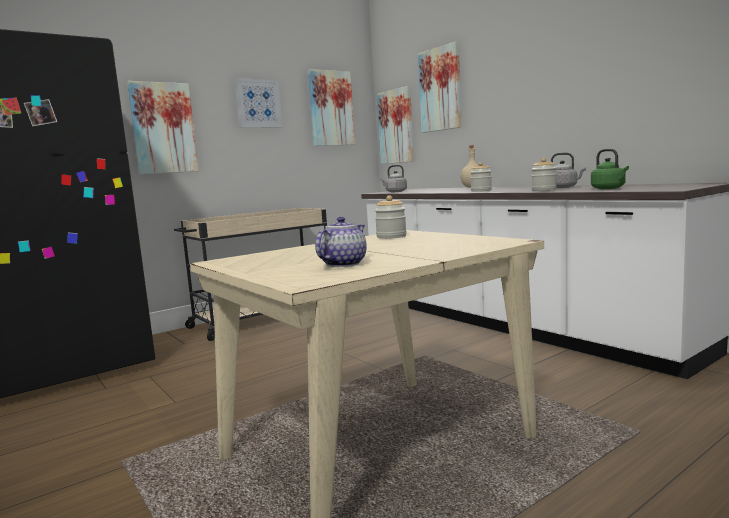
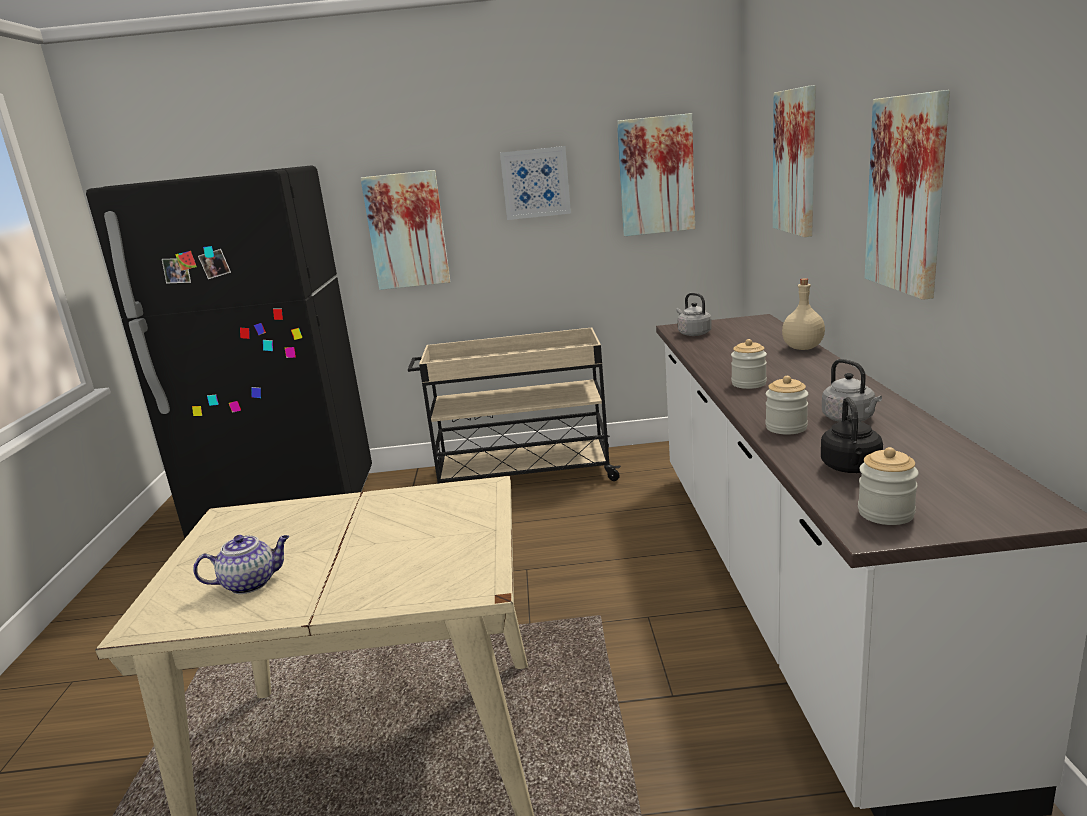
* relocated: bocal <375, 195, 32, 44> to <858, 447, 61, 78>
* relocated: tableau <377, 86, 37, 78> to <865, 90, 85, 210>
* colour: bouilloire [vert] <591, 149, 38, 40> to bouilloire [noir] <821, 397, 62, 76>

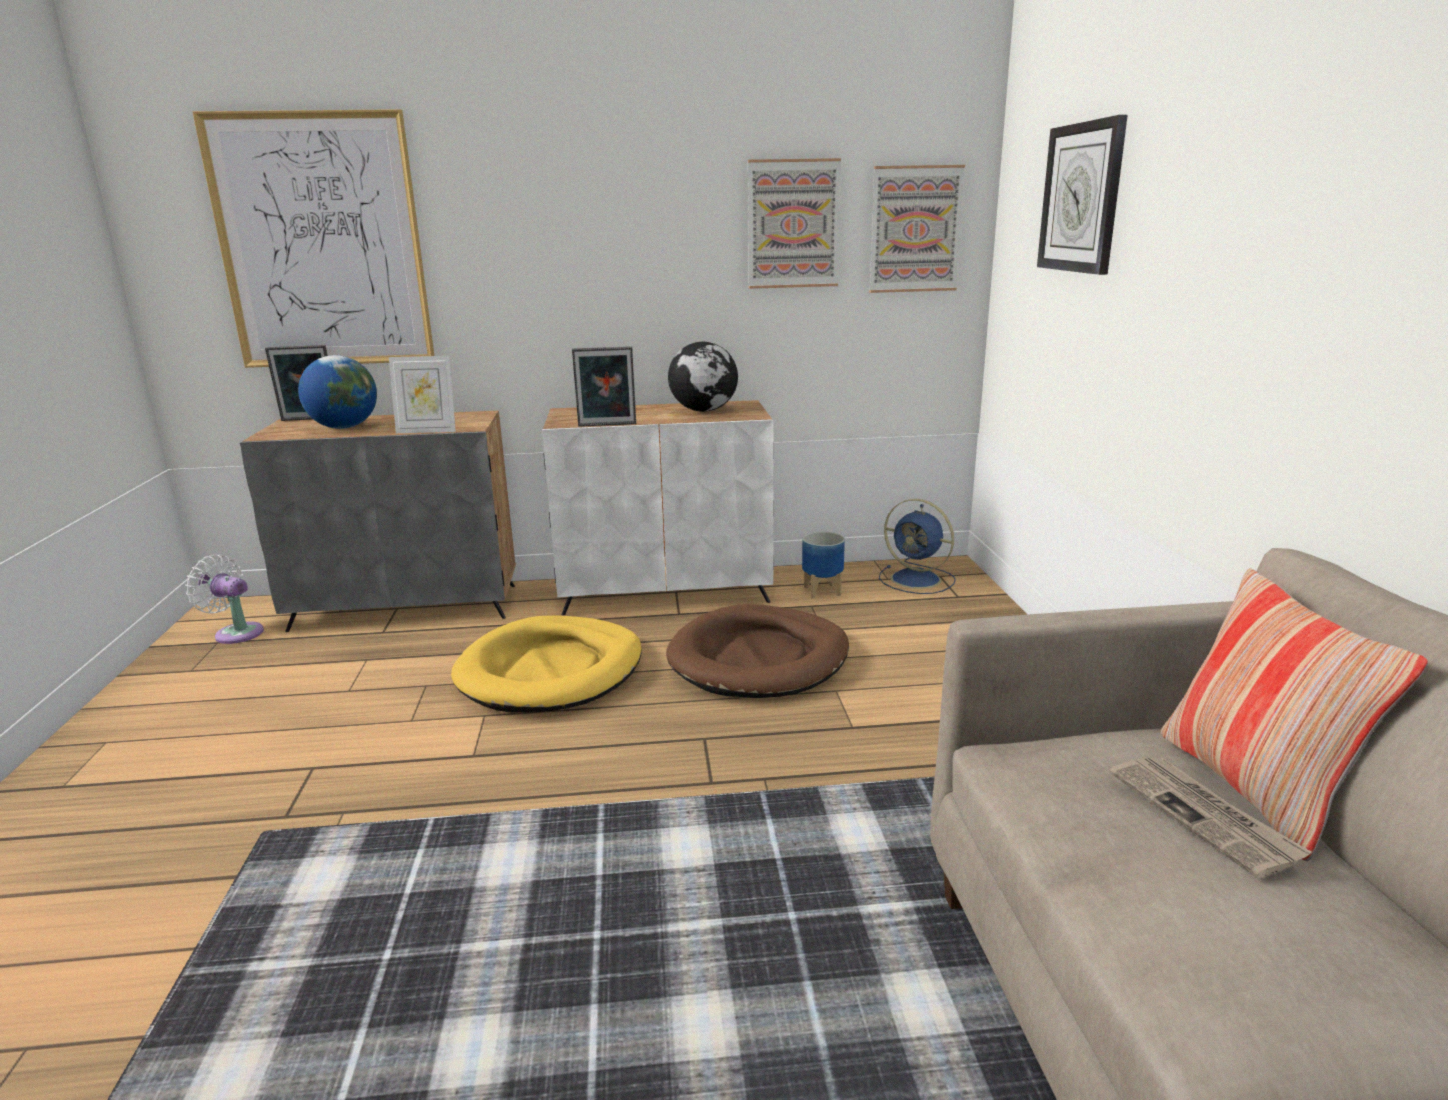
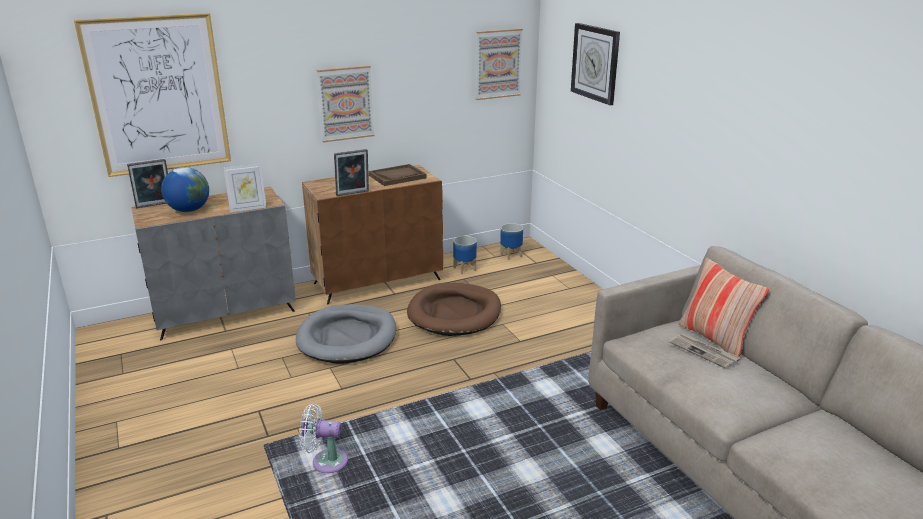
* relocated: ventilateur [blanc] <185, 555, 79, 89> to <299, 404, 49, 69>
* colour: panier pour chien [jaune] <451, 615, 191, 97> to panier pour chien [gris] <296, 304, 100, 60>
* colour: meuble de rangement [blanc] <542, 400, 232, 215> to meuble de rangement [marron] <302, 165, 141, 139>
* exchanged: globe <668, 342, 70, 70> to plateau [marron] <369, 164, 58, 22>
* relocated: tableau <748, 158, 93, 131> to <317, 65, 57, 77>
* exchanged: ventilateur [bleu] <879, 499, 77, 95> to cache-pot <500, 223, 23, 37>

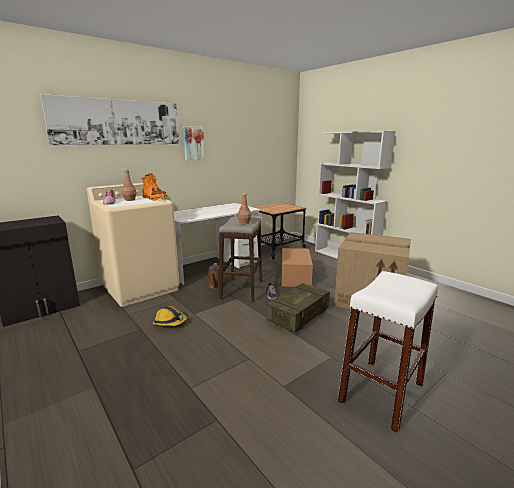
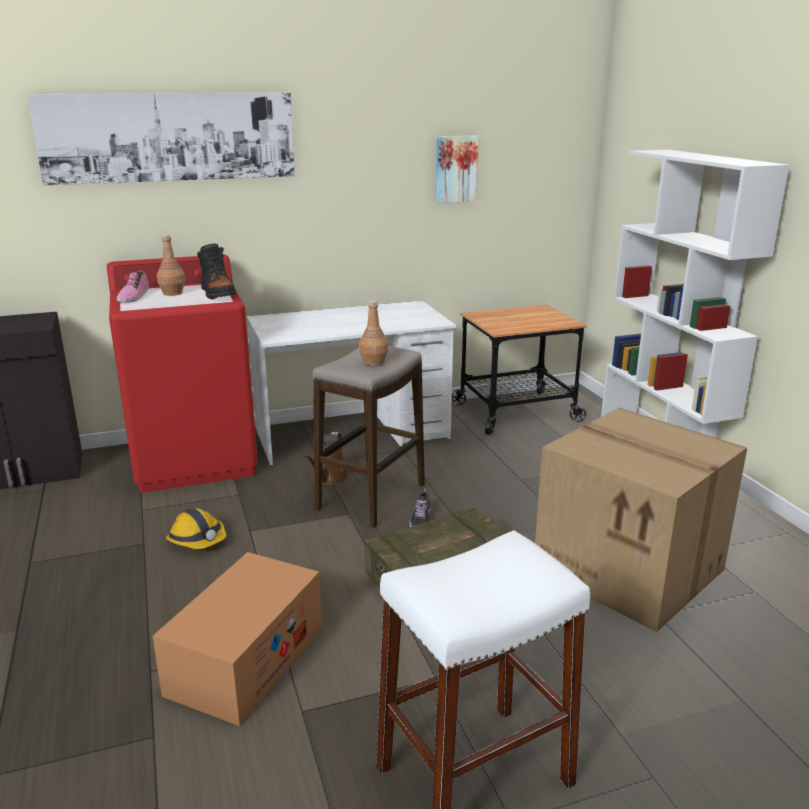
* colour: lave-linge [beige] <87, 183, 93, 124> to lave-linge [rouge] <107, 255, 151, 238>
* colour: botte [orange] <141, 173, 27, 28> to botte [noir] <197, 244, 40, 55>
* relocated: tableau <183, 126, 22, 34> to <436, 135, 43, 68>
* relocated: carton <282, 248, 31, 39> to <153, 552, 169, 174>

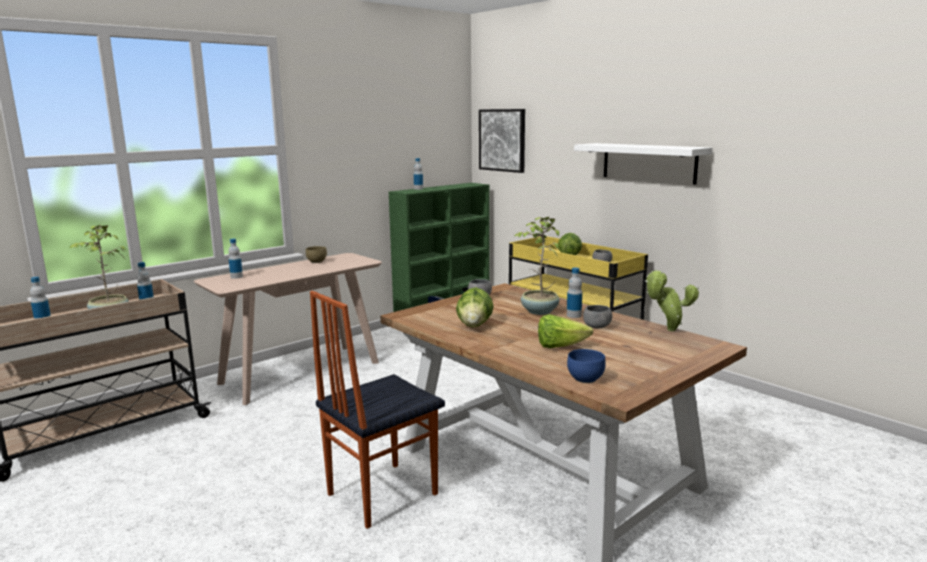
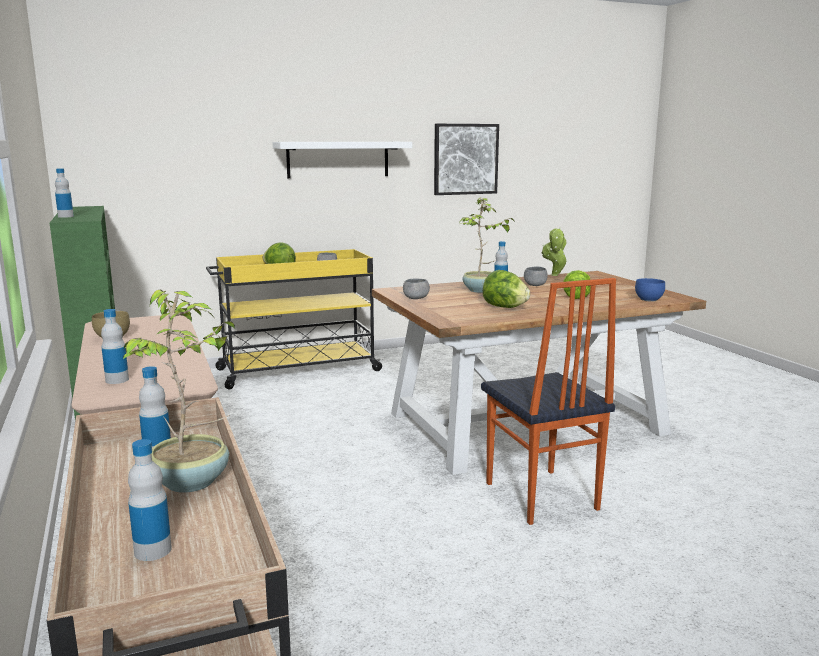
* relocated: tableau <479, 109, 46, 64> to <434, 124, 65, 71>

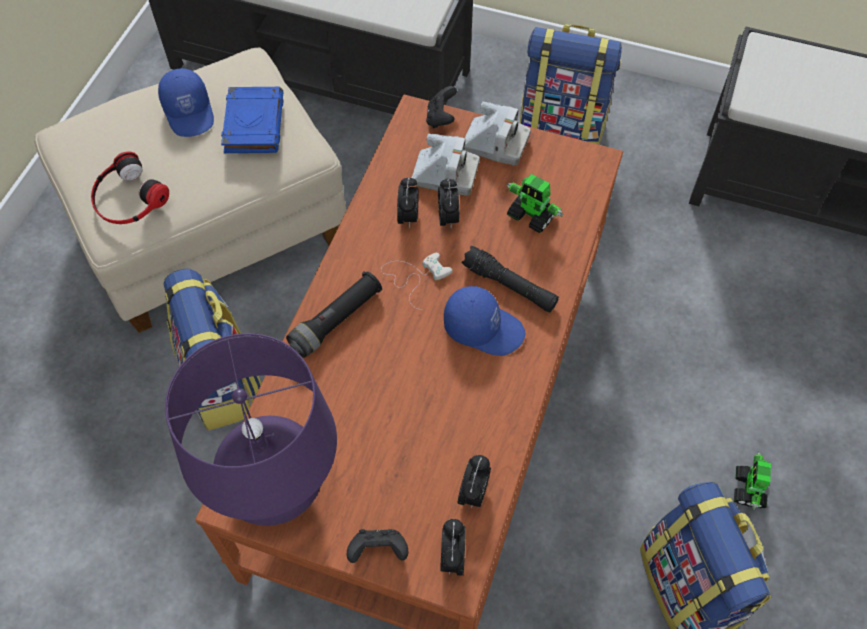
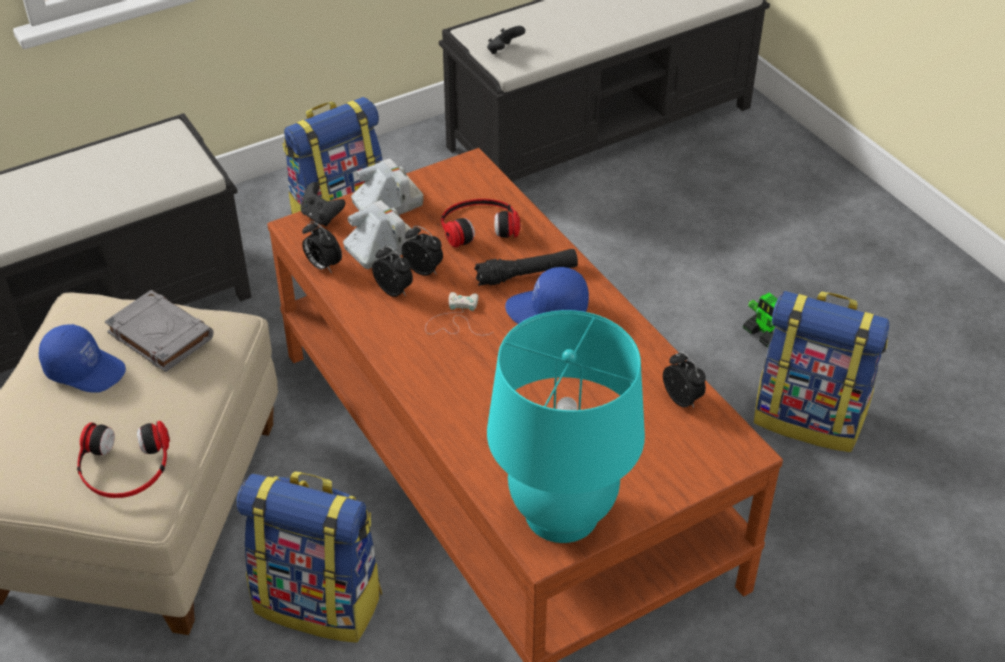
* colour: lampe de table [violet] <165, 333, 172, 193> to lampe de table [turquoise] <487, 310, 158, 233>
* colour: livre [bleu] <221, 87, 62, 66> to livre [gris] <105, 290, 109, 82>
* missing: lampe de poche [noir] <286, 271, 96, 87>
* relocated: manette [noir] <347, 529, 61, 34> to <487, 26, 38, 28>
* relocated: réveil <440, 519, 26, 57> to <302, 221, 40, 52>
* spun: casquette [bleu] <444, 286, 81, 70> = <505, 267, 84, 57> 150 degrees counterclockwise
* exchanged: robot jouet <507, 174, 56, 59> to casque audio <441, 199, 79, 49>

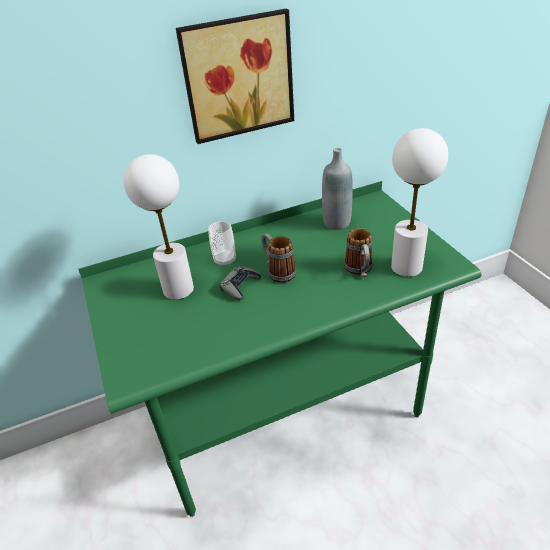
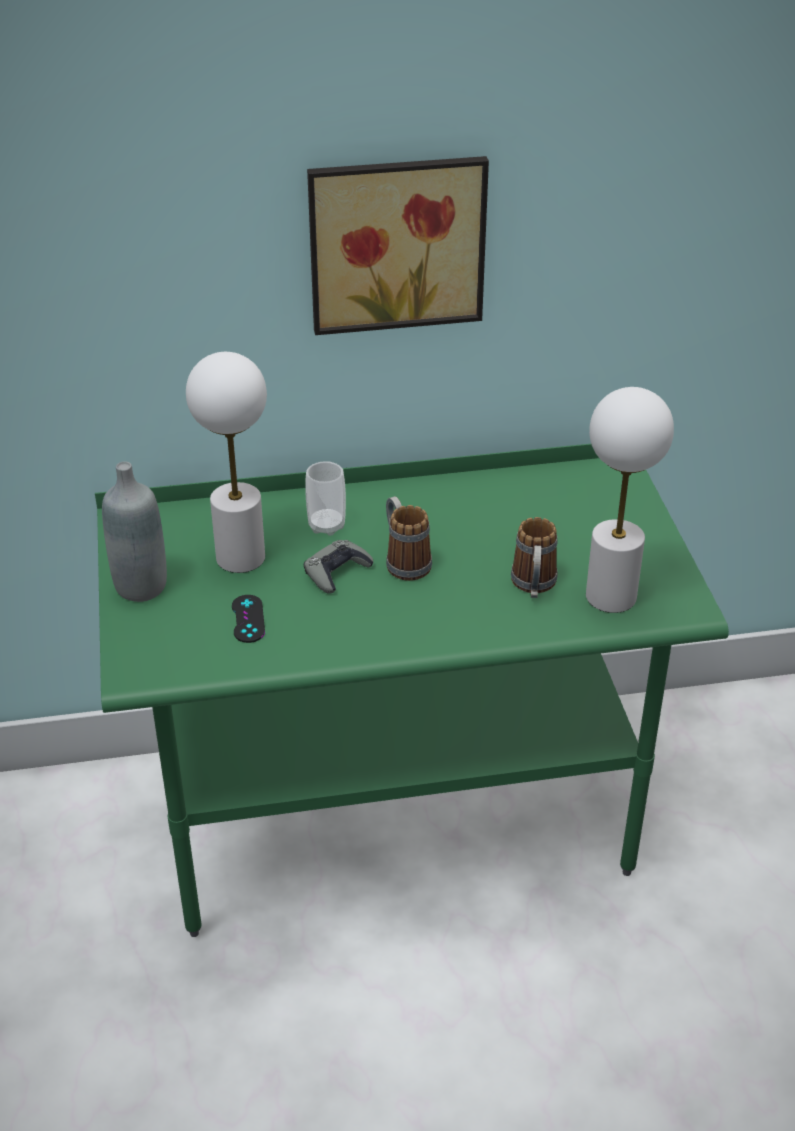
* relocated: bouteille [gris] <322, 148, 31, 82> to <102, 461, 65, 141>
* appeared: manette [noir] <232, 595, 33, 48>

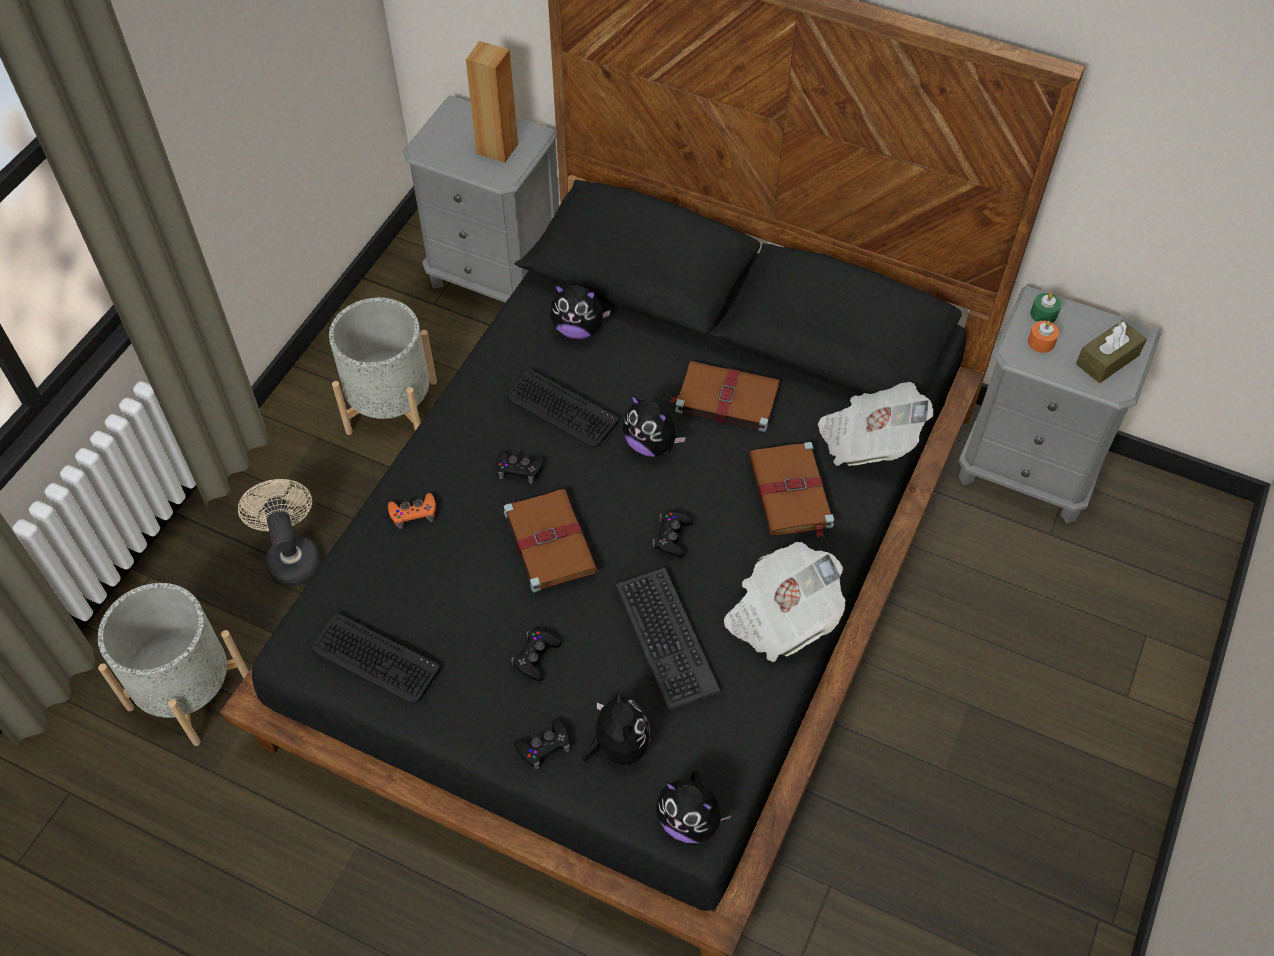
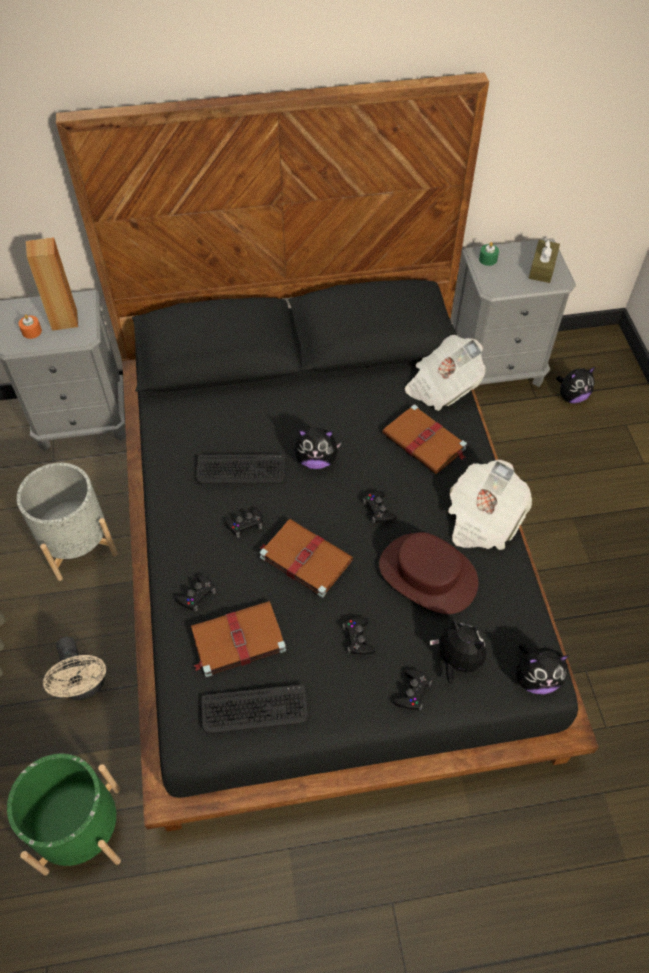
* colour: cache-pot [gris] <98, 583, 151, 163> to cache-pot [vert] <7, 754, 114, 121>
* spun: ventilateur [beige] <238, 479, 83, 108> = <43, 637, 63, 63> 150 degrees counterclockwise
* colour: manette [orange] <388, 493, 48, 36> to manette [noir] <175, 574, 41, 38>
* relocated: peluche <550, 284, 61, 55> to <556, 367, 39, 36>
* exchanged: clavier <616, 568, 105, 142> to chapeau [marron] <379, 532, 99, 82>
* relocated: livre [marron] <669, 361, 111, 71> to <191, 601, 95, 76>
* relocated: bougie [orange] <1028, 321, 31, 32> to <19, 314, 23, 25>

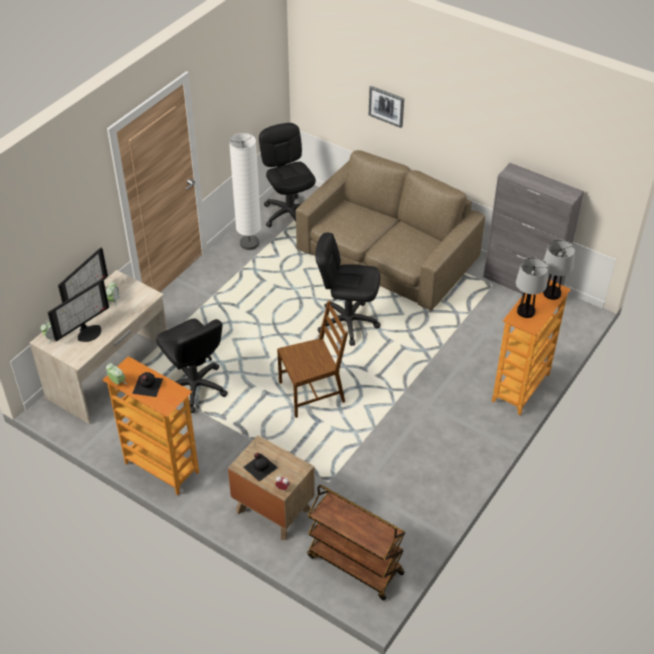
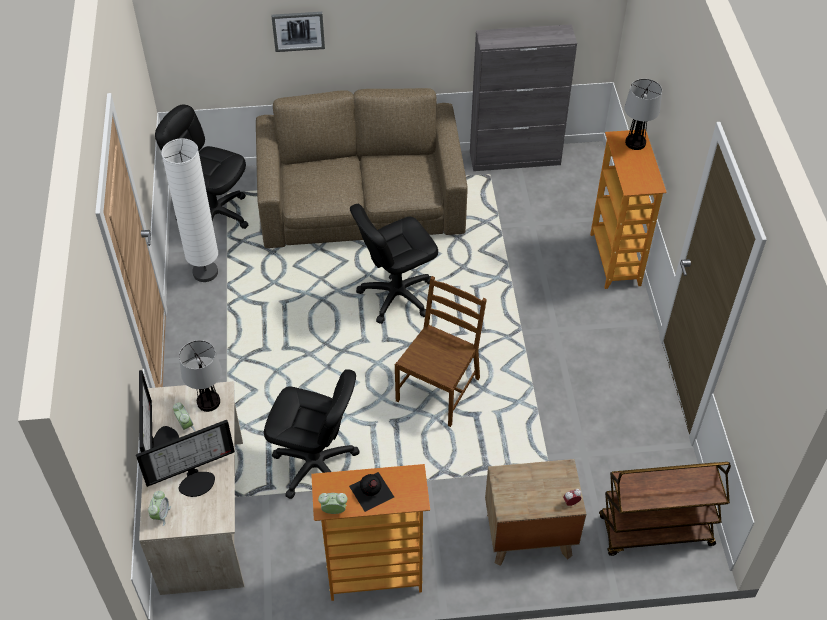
* spun: écran d'ordinateur <48, 279, 61, 63> = <136, 420, 99, 77> 60 degrees clockwise
* missing: bouteille [noir] <243, 453, 35, 29>
* relocated: lampe de table <516, 257, 32, 61> to <179, 340, 43, 72>

